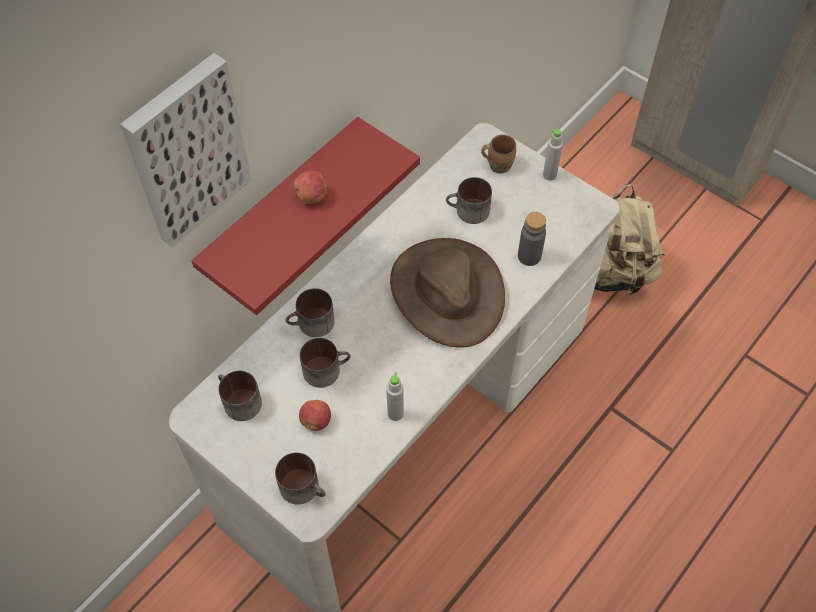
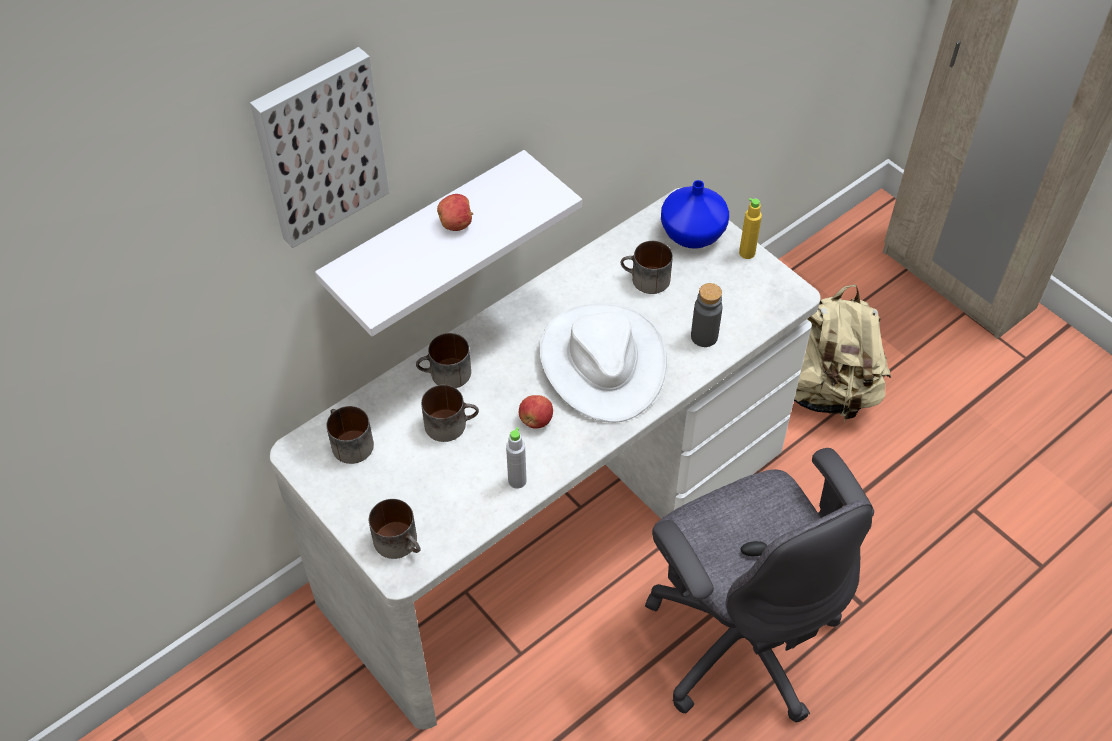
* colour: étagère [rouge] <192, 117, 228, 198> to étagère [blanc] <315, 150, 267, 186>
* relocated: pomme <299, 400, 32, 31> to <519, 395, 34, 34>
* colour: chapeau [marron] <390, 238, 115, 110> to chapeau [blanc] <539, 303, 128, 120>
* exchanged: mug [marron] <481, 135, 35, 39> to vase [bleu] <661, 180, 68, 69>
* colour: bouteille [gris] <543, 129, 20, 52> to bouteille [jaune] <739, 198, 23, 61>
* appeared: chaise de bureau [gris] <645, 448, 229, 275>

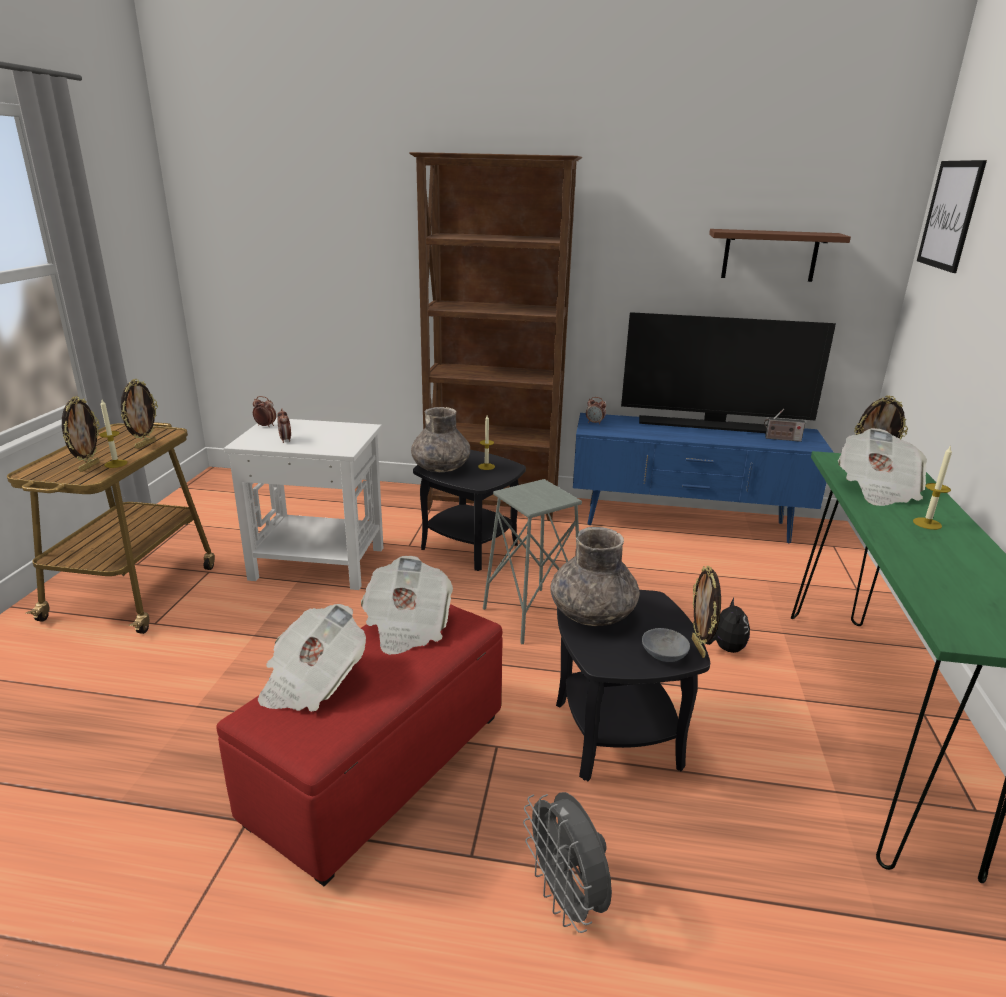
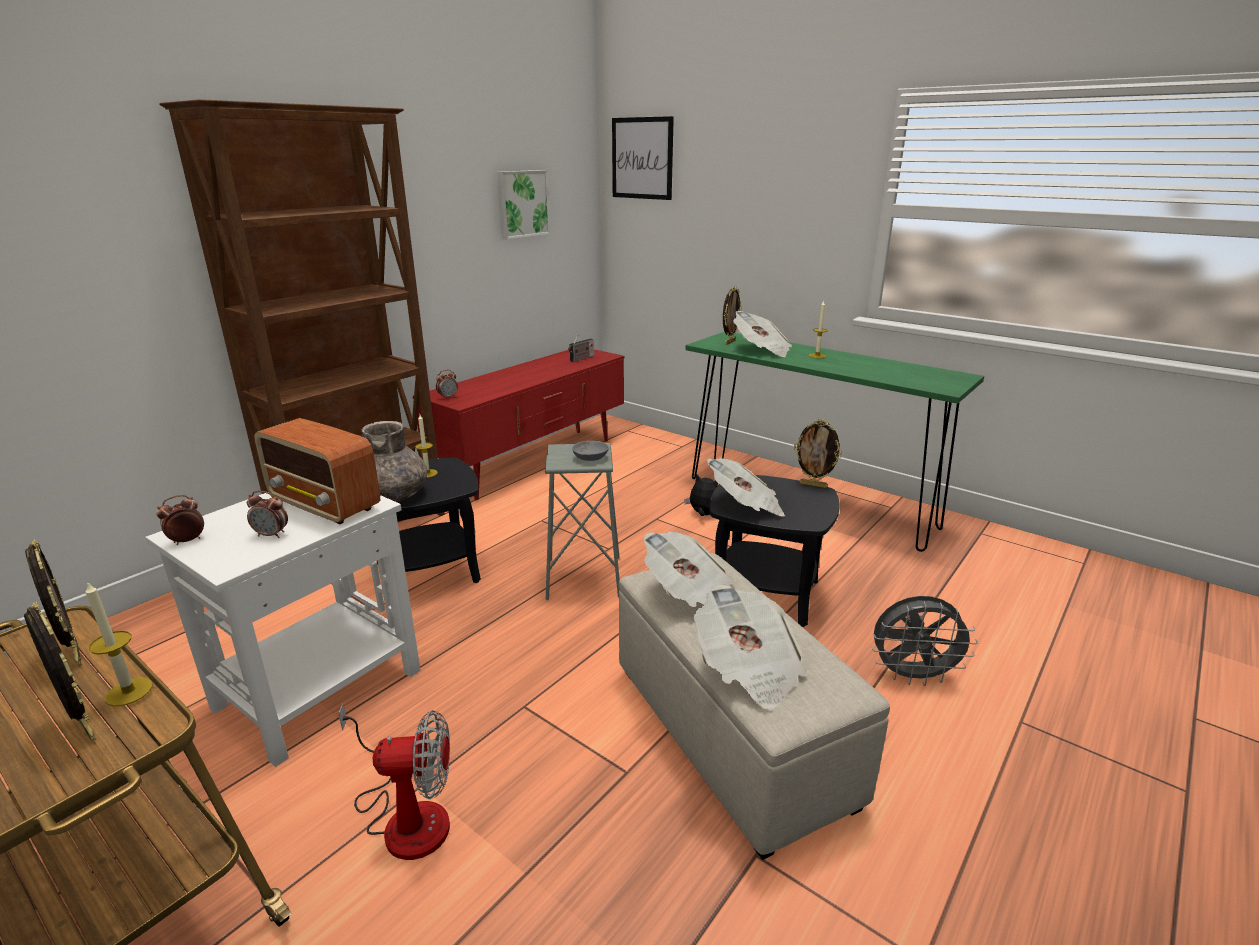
* colour: pouf [rouge] <217, 604, 286, 282> to pouf [beige] <619, 553, 271, 307>
* exchanged: vase [gris] <551, 527, 89, 99> to journal <707, 458, 78, 59>
* colour: meuble télé [bleu] <573, 413, 261, 130> to meuble télé [rouge] <413, 349, 211, 151>
* missing: téléviseur <621, 312, 215, 121>
* relocated: bol [gris] <642, 628, 48, 34> to <572, 441, 37, 20>
* exchanged: étagère [marron] <709, 229, 142, 53> to tableau <497, 170, 53, 69>
* appeared: radio <254, 418, 126, 106>
* appeared: ventilateur <338, 703, 112, 157>

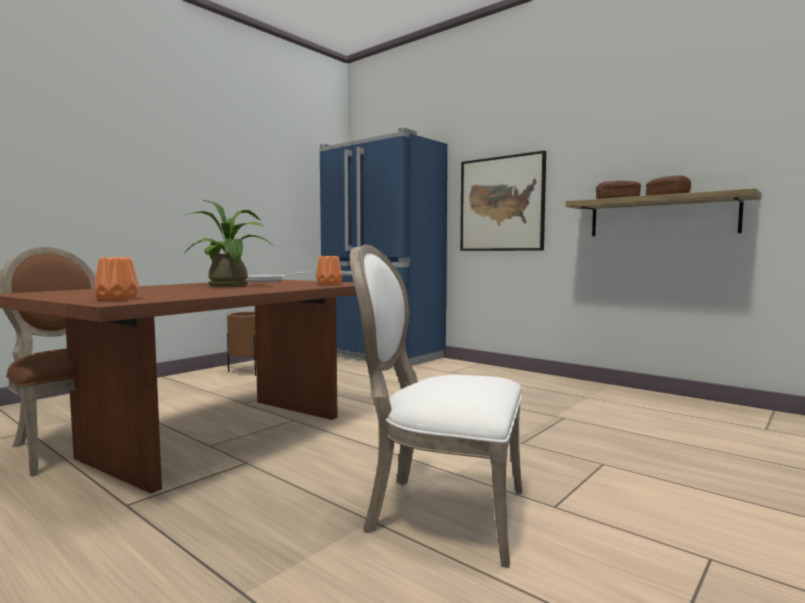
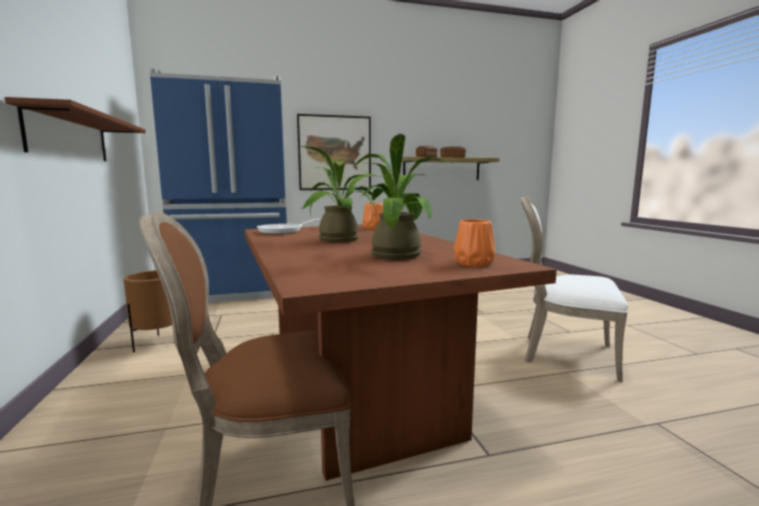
* spun: chaise [blanc] <350, 244, 173, 324> = <521, 196, 107, 186> 60 degrees clockwise
* appeared: étagère [marron] <5, 97, 141, 64>
* appeared: plante en pot <353, 133, 98, 127>

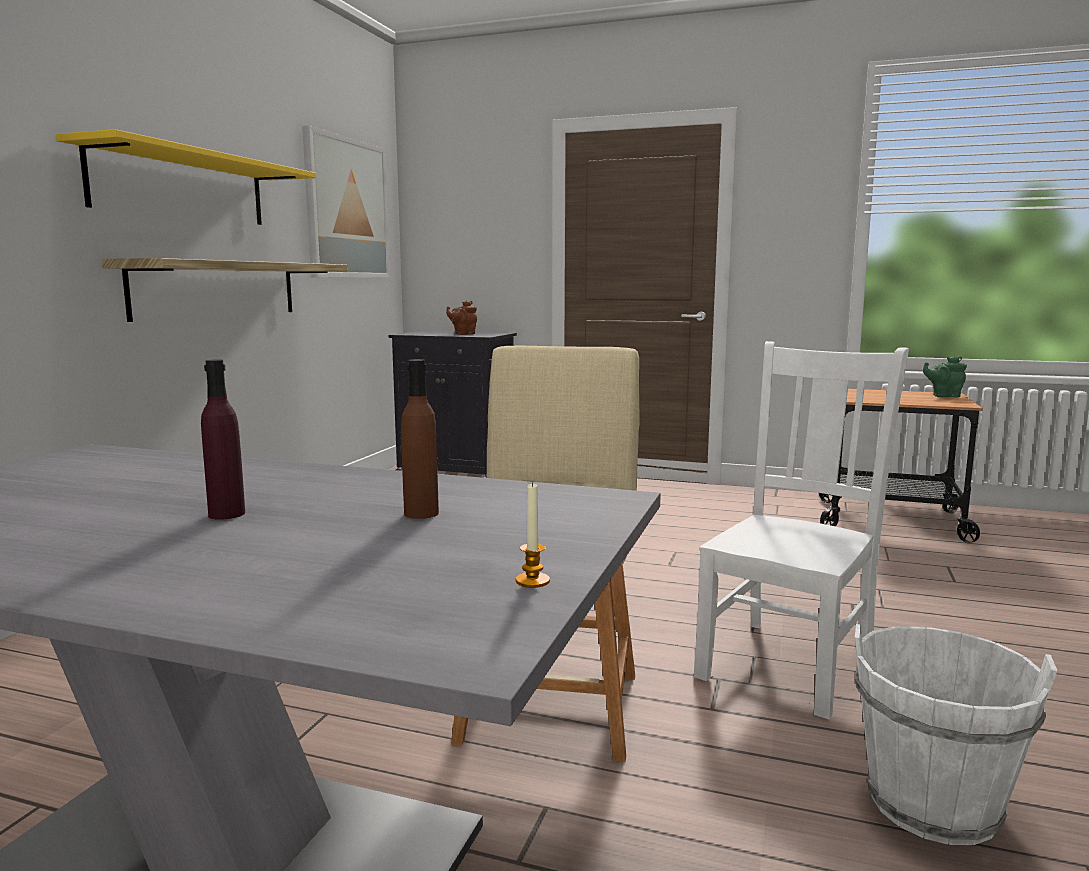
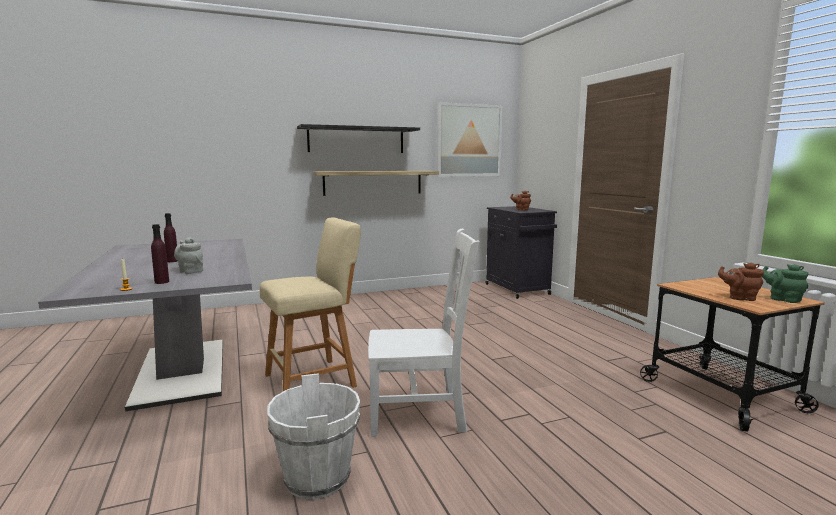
* colour: étagère [jaune] <56, 129, 260, 96> to étagère [noir] <297, 124, 123, 29>
* exchanged: bouteille [marron] <401, 359, 38, 160> to théière [gris] <174, 237, 29, 37>
* appeared: bouteille [violet] <151, 224, 18, 60>
* appeared: théière [marron] <718, 263, 46, 38>

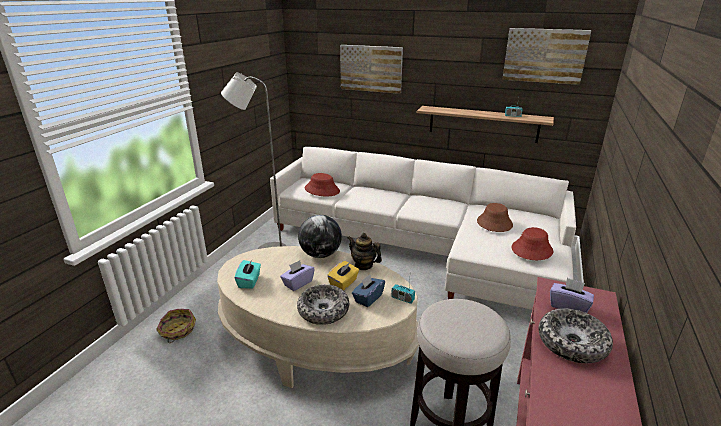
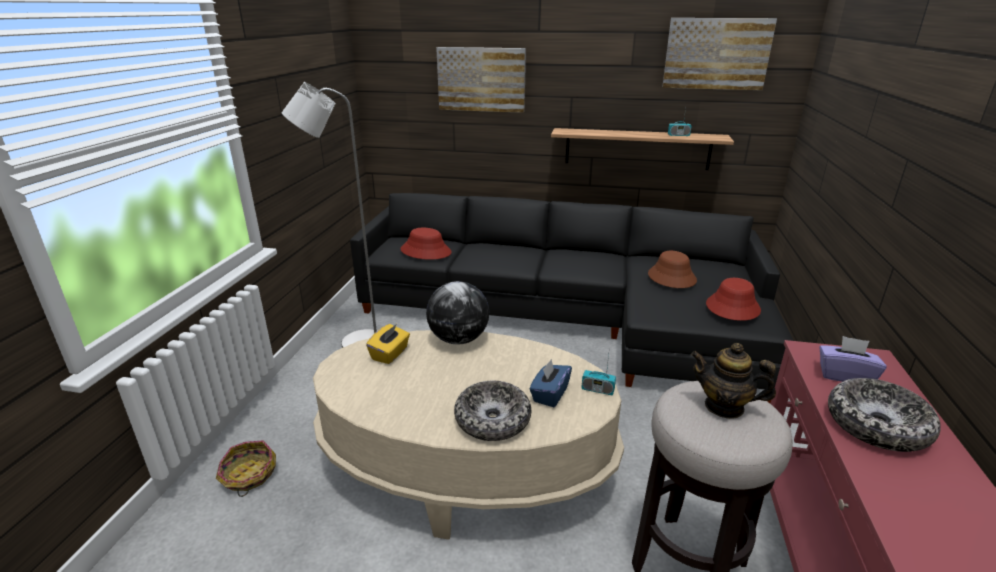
* missing: boîte à mouchoirs [turquoise] <235, 260, 26, 29>
* colour: canapé [blanc] <270, 147, 306, 163> to canapé [noir] <350, 193, 444, 210>
* missing: boîte à mouchoirs [violet] <280, 260, 35, 31>
* relocated: boîte à mouchoirs [jaune] <327, 261, 32, 30> to <366, 324, 44, 40>
* relocated: théière <348, 233, 34, 37> to <691, 343, 85, 76>

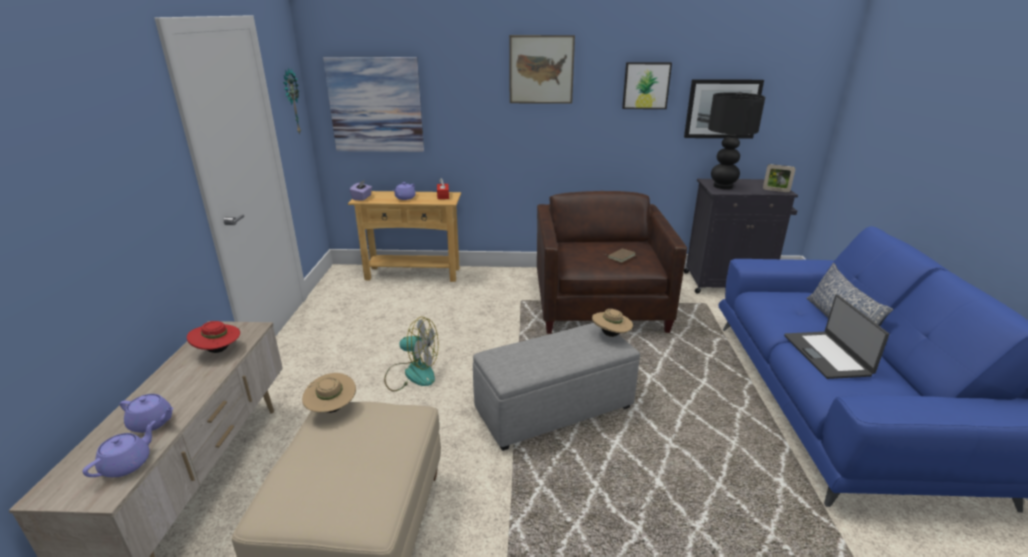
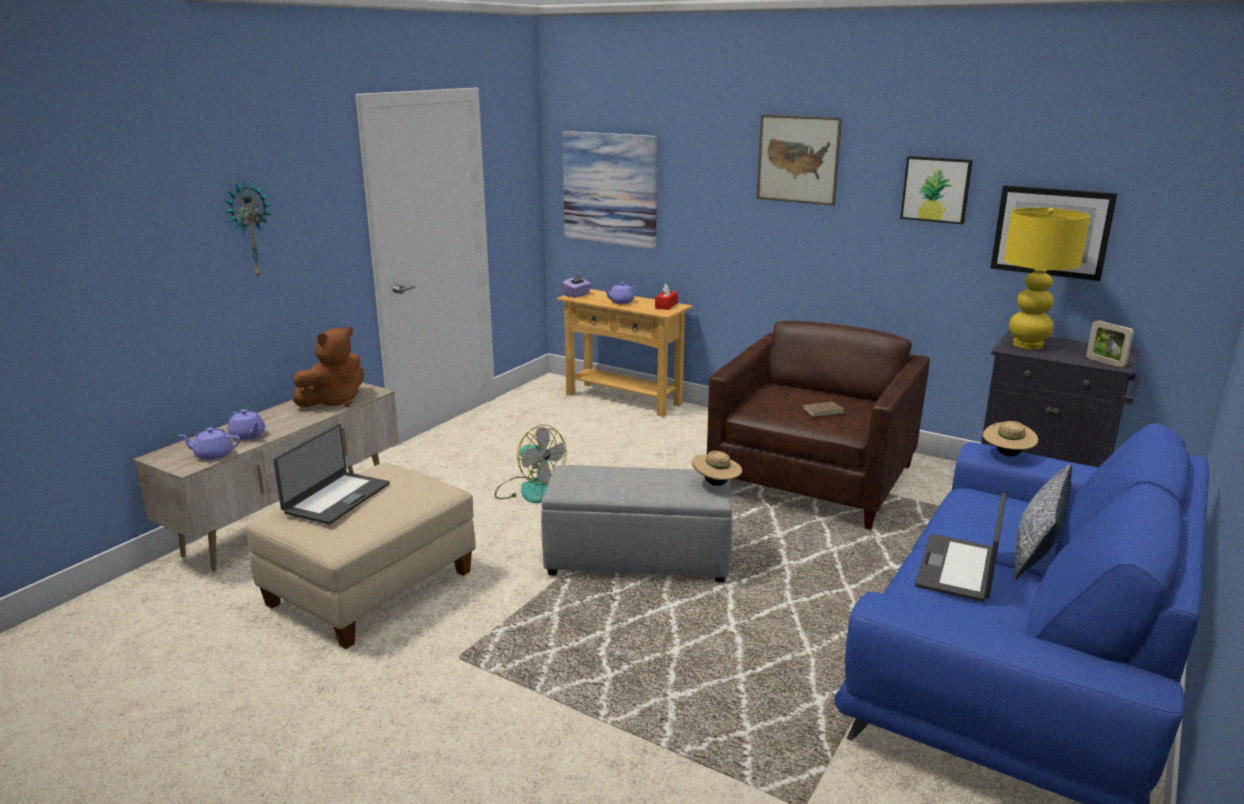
* spun: théière [violet] <82, 421, 73, 56> = <178, 427, 62, 33> 150 degrees counterclockwise
* exchanged: chapeau [rouge] <187, 321, 53, 32> to peluche [marron] <293, 327, 71, 81>
* relocated: horloge murale <283, 68, 18, 66> to <225, 179, 46, 100>
* relocated: chapeau [beige] <302, 373, 54, 40> to <983, 421, 55, 35>
* colour: lampe de table [noir] <708, 92, 57, 97> to lampe de table [jaune] <1004, 207, 86, 143>
* appeared: ordinateur portable <273, 424, 117, 100>

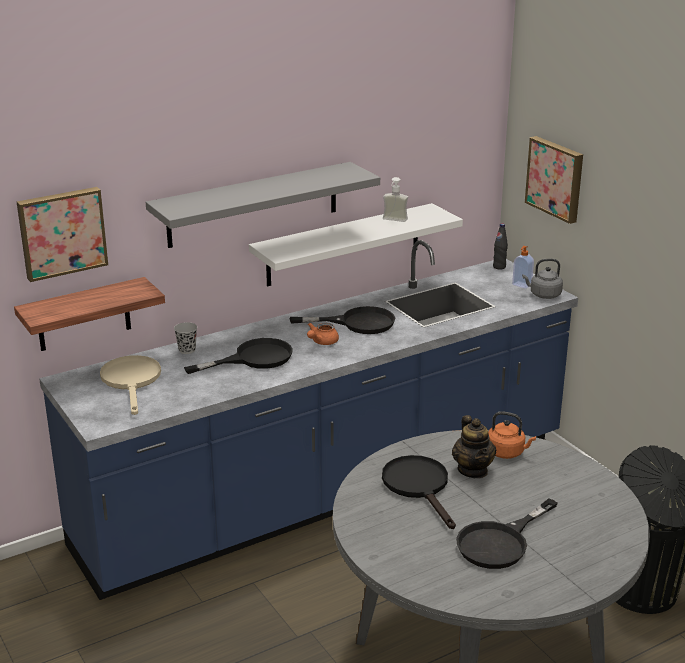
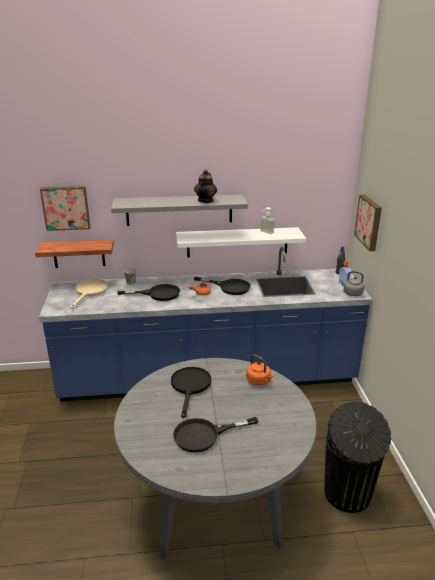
* relocated: théière <452, 415, 44, 63> to <194, 170, 23, 33>

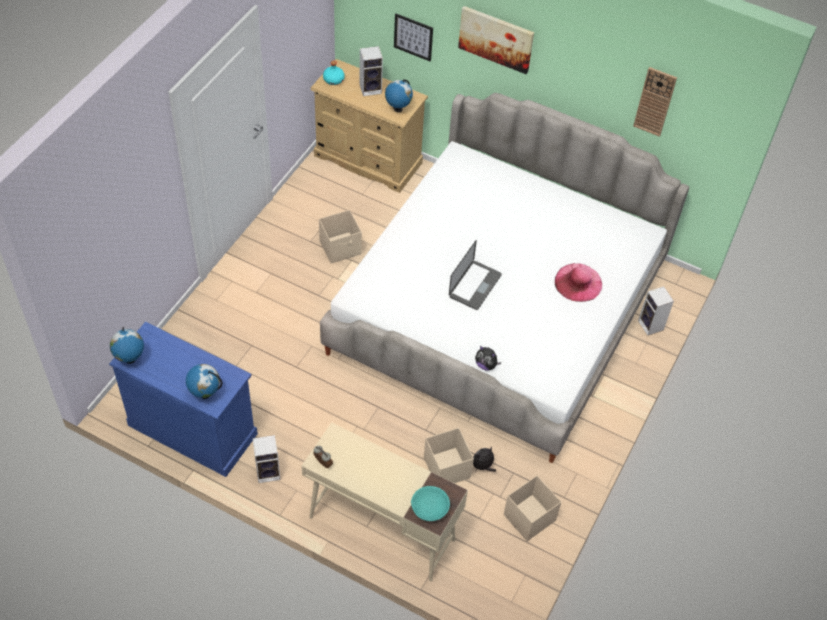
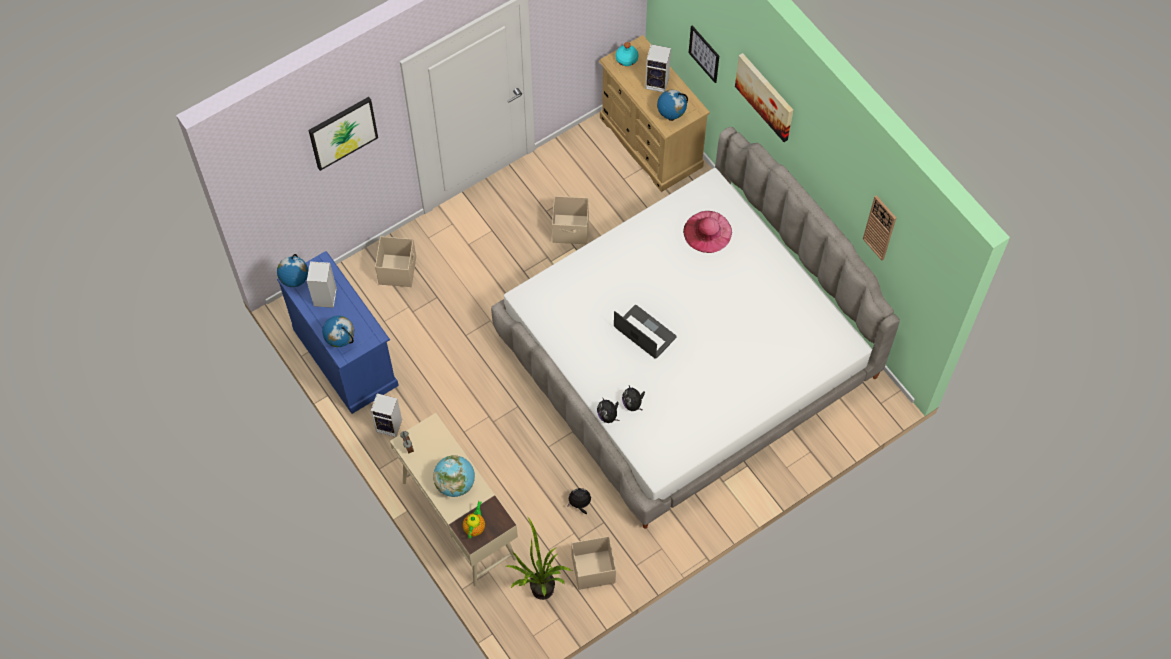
* exchanged: bol [turquoise] <411, 486, 39, 35> to théière <463, 501, 22, 38>
* relocated: boîte de rangement [beige] <424, 428, 50, 55> to <375, 236, 41, 51>
* spun: ordinateur portable <449, 240, 53, 70> = <614, 305, 62, 54> 105 degrees counterclockwise
* relocated: chapeau [rose] <555, 263, 47, 39> to <683, 211, 49, 42>
* relocated: enceinte <638, 286, 36, 49> to <307, 261, 30, 47>
* appeared: tableau <308, 97, 70, 74>
* appeared: globe <433, 455, 42, 42>
* appeared: plante en pot <506, 517, 66, 83>
* appeared: peluche <622, 386, 23, 25>

